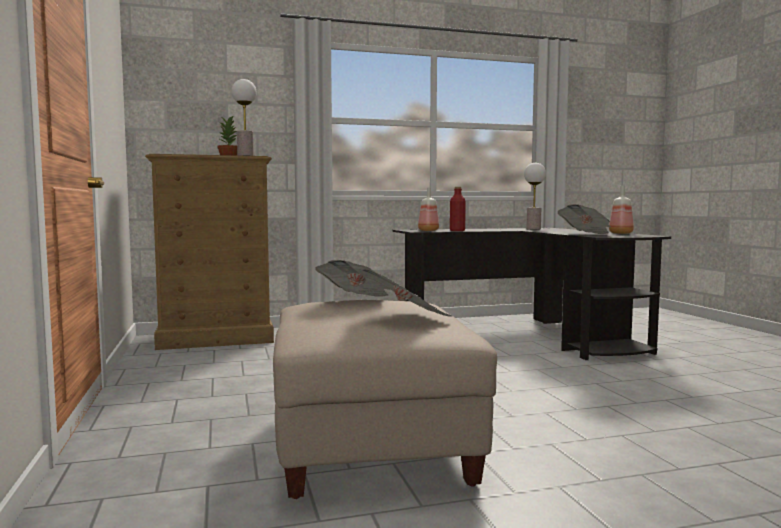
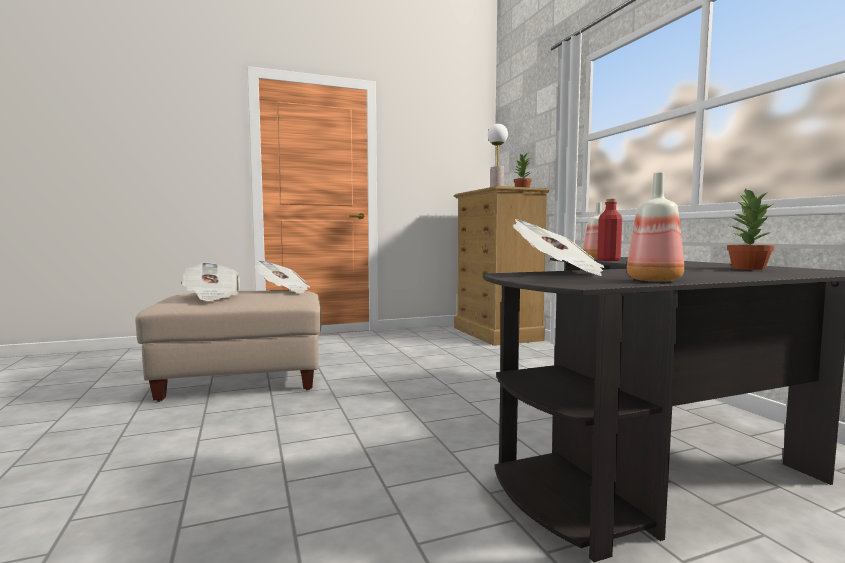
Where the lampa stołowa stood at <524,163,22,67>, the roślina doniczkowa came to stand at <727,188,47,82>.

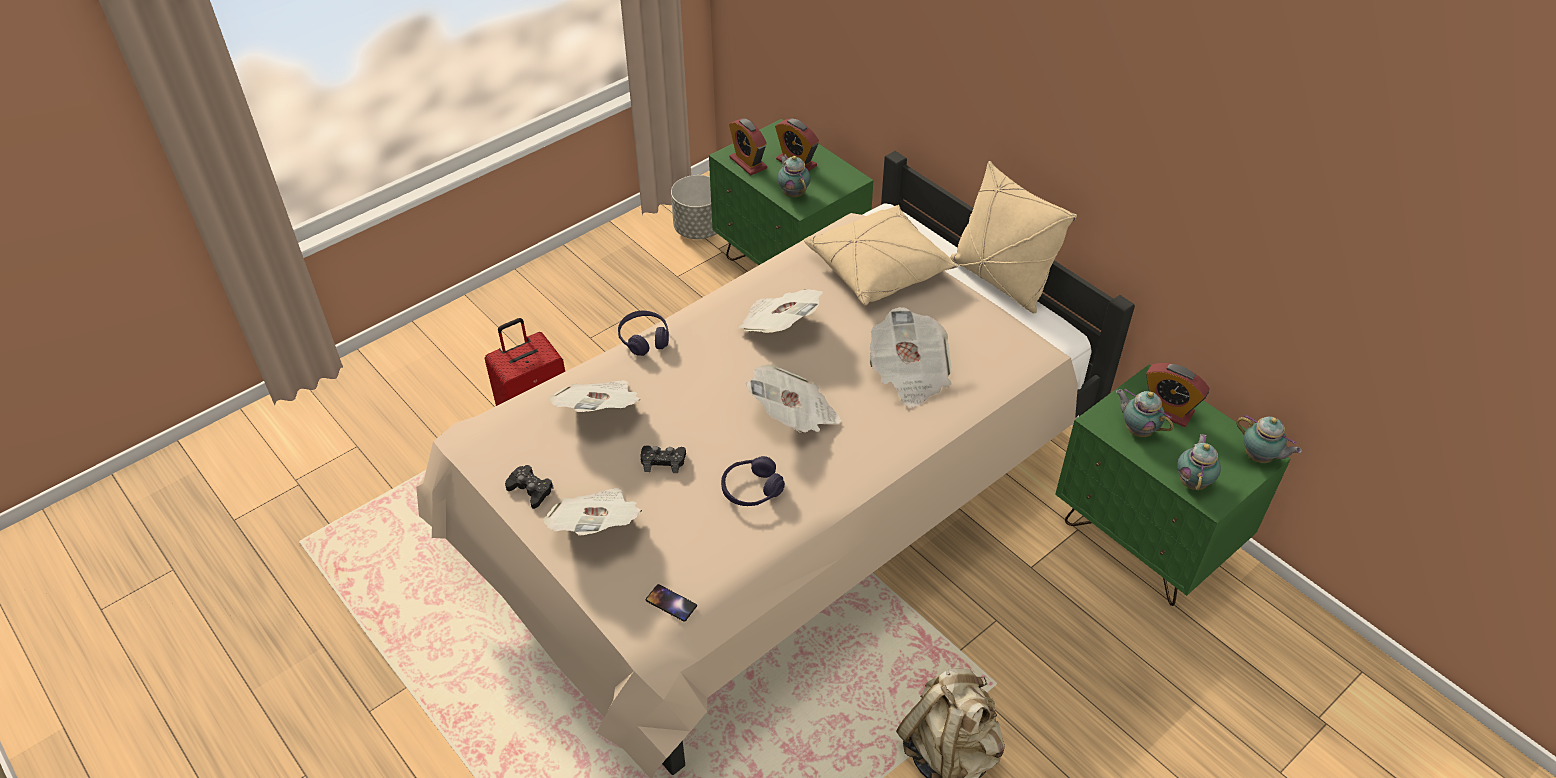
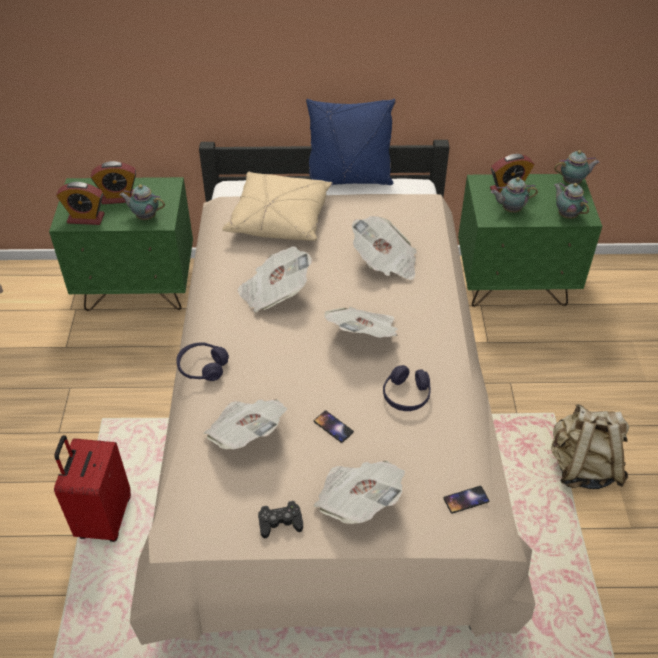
What was the poduszka/beżowy at <950,161,127,153> turned into the poduszka/niebieski at <306,99,89,86>.
The second view lost the donica/szary at <671,175,46,64>.
Where the pad do gier/czarny stood at <640,445,46,28>, the telefon came to stand at <314,411,40,32>.

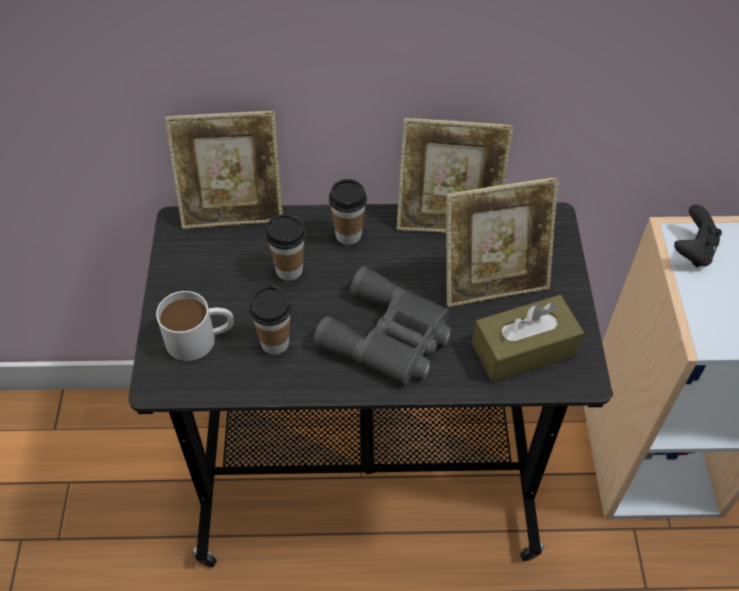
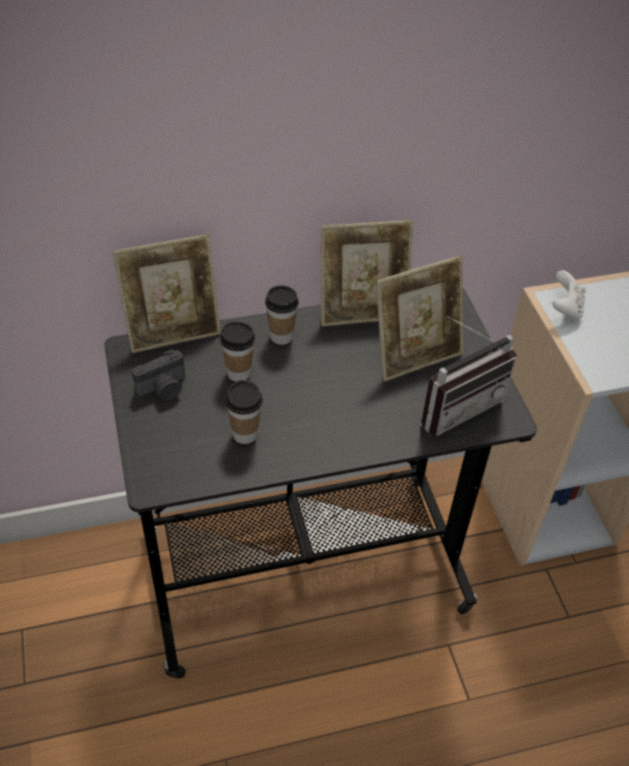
What was the pad do gier/czarny at <674,205,48,63> turned into the pad do gier/biały at <552,270,34,52>.
The second view lost the lornetka/szary at <313,267,140,117>.
The second view lost the kubek/biały at <156,291,78,70>.
Where the pudełko chusteczek/brązowy stood at <472,295,112,87>, the radio came to stand at <421,316,96,120>.
The second view gained the aparat fotograficzny at <132,349,53,52>.

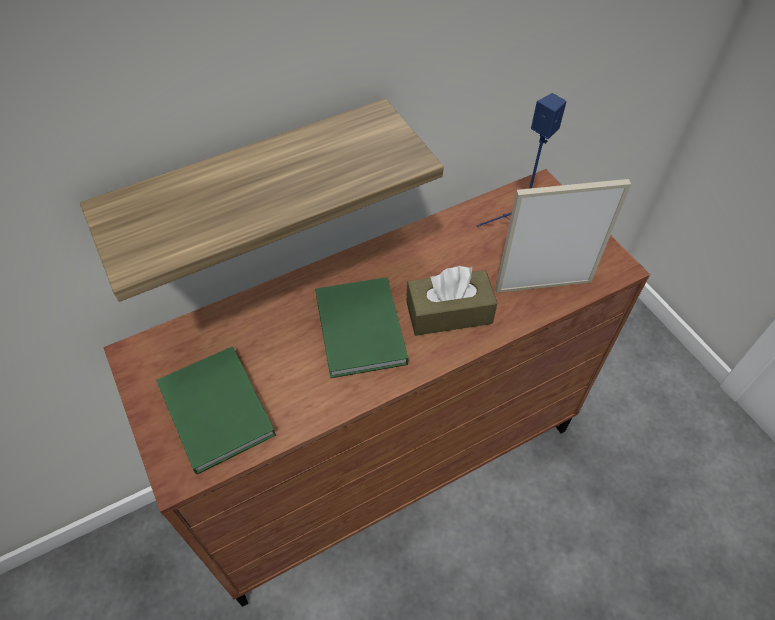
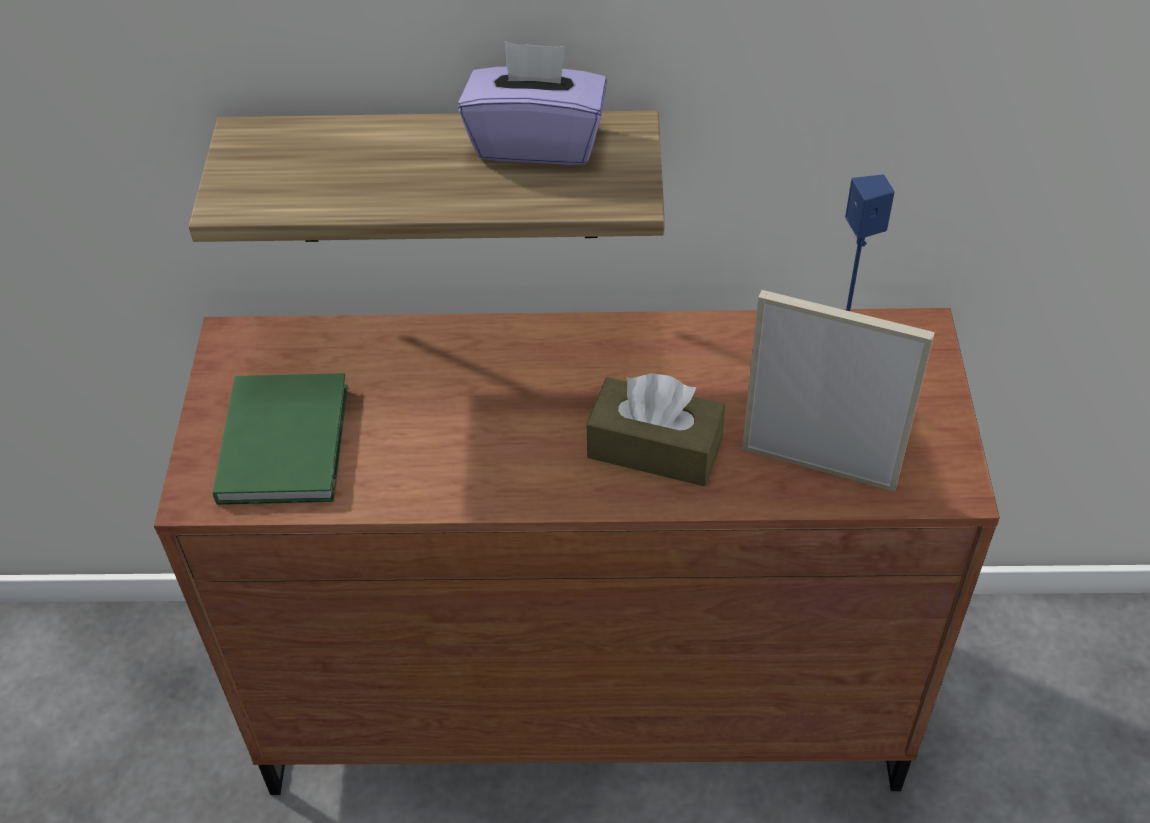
The second view lost the książka/zielony at <315,277,93,101>.
The second view gained the pudełko chusteczek/fioletowy at <458,41,149,124>.

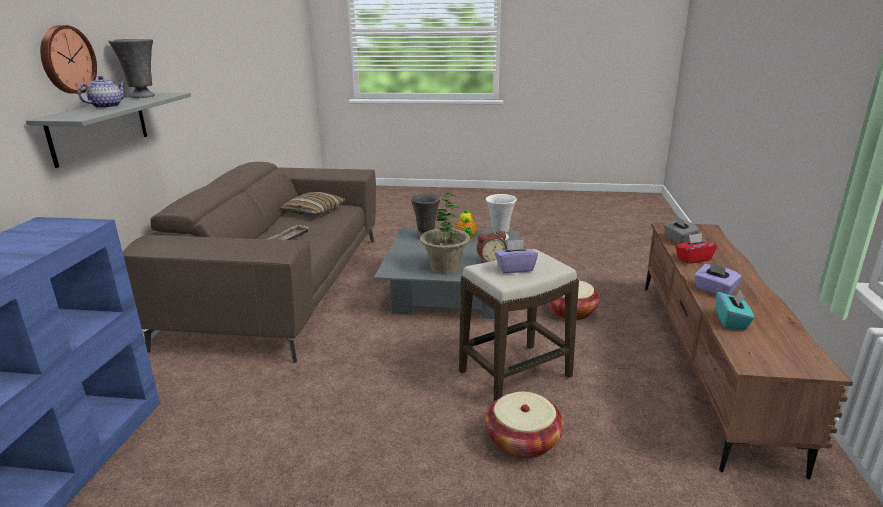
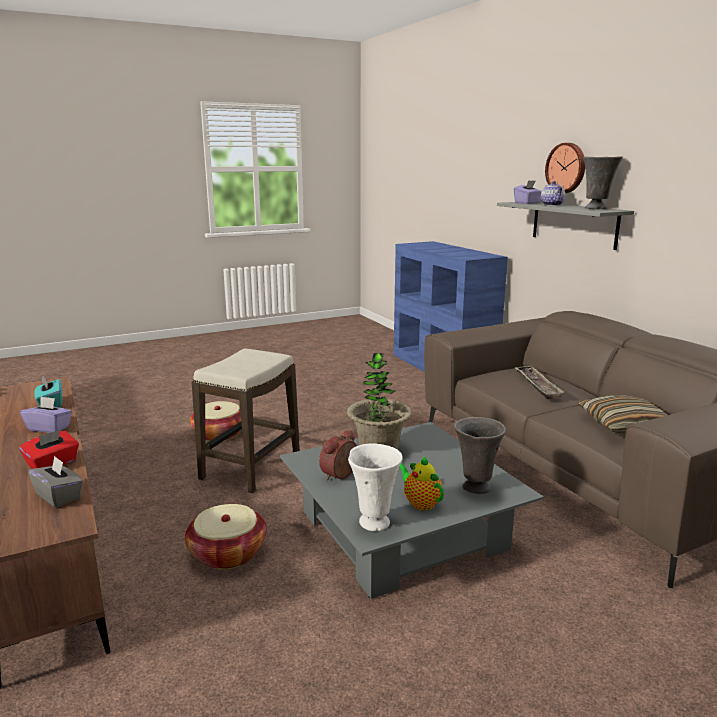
The pudełko chusteczek/fioletowy ended up elsewhere, having gone from <495,239,43,35> to <514,180,28,24>.

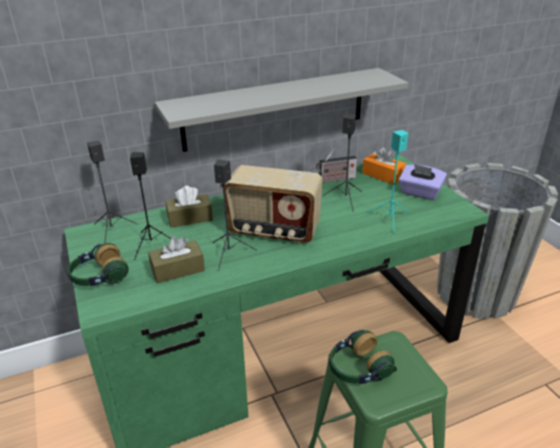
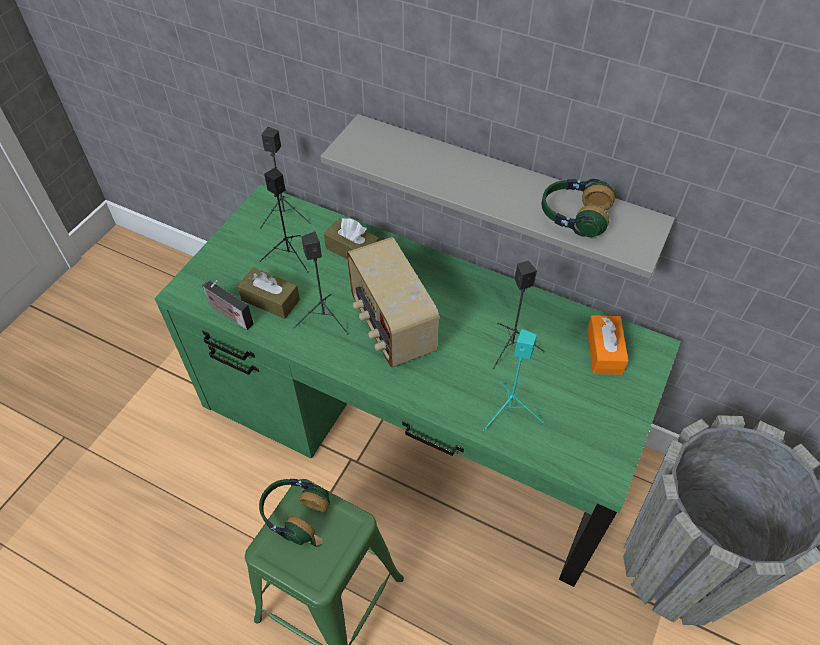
The radio ended up elsewhere, having gone from <316,149,41,34> to <202,280,52,50>.
The second view lost the pudełko chusteczek/fioletowy at <399,164,48,36>.
The słuchawki ended up elsewhere, having gone from <67,243,61,43> to <542,179,73,58>.

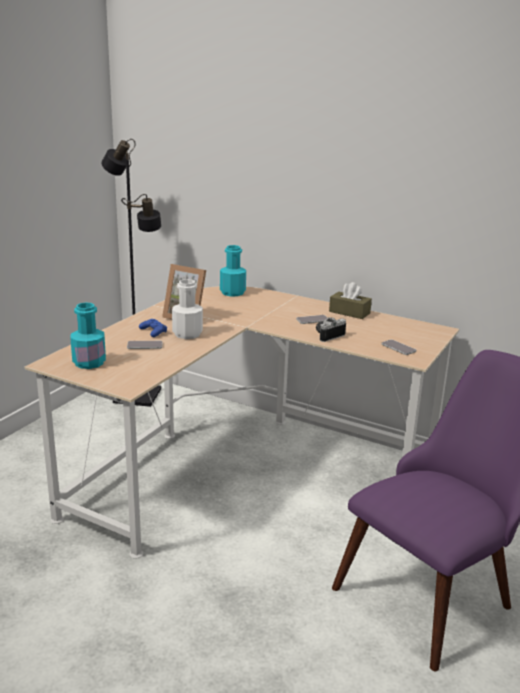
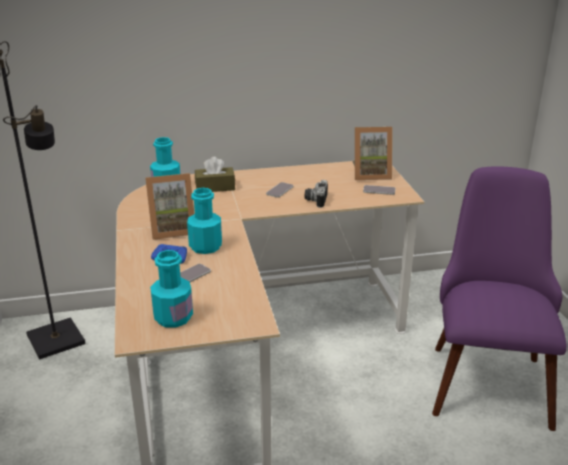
What was the butelka/biały at <172,279,31,60> turned into the butelka/turkusowy at <187,188,35,66>.
The pudełko chusteczek/brązowy ended up elsewhere, having gone from <329,282,43,37> to <195,157,40,35>.
The second view gained the ramka na zdjęcie at <352,127,41,53>.

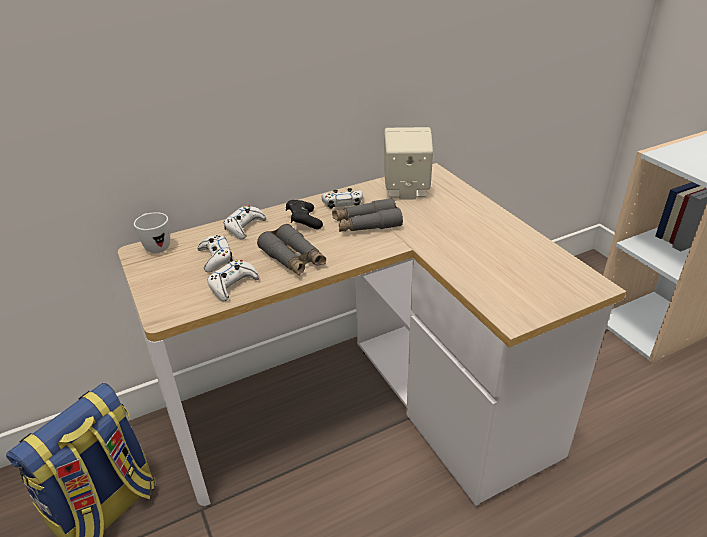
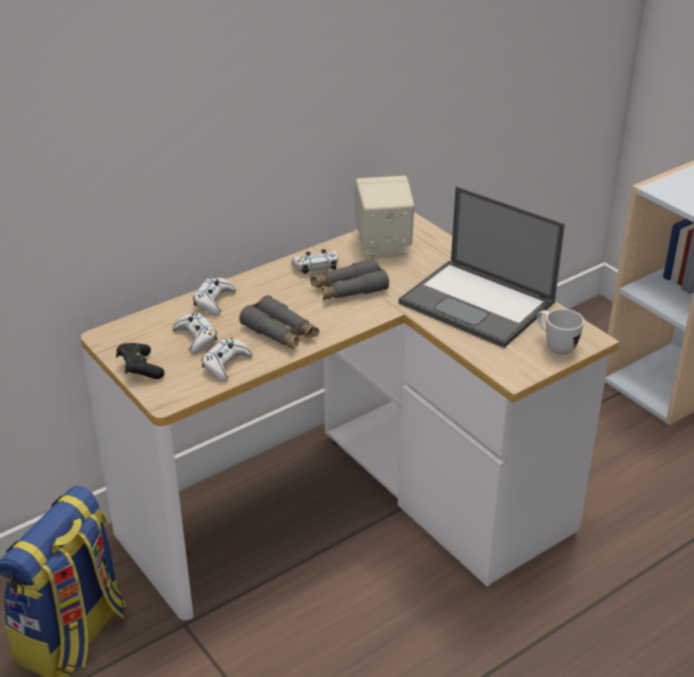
The pad do gier/czarny ended up elsewhere, having gone from <286,200,37,29> to <116,343,49,36>.
The kubek/biały ended up elsewhere, having gone from <134,212,36,41> to <537,309,47,46>.
The second view gained the laptop at <399,186,166,162>.

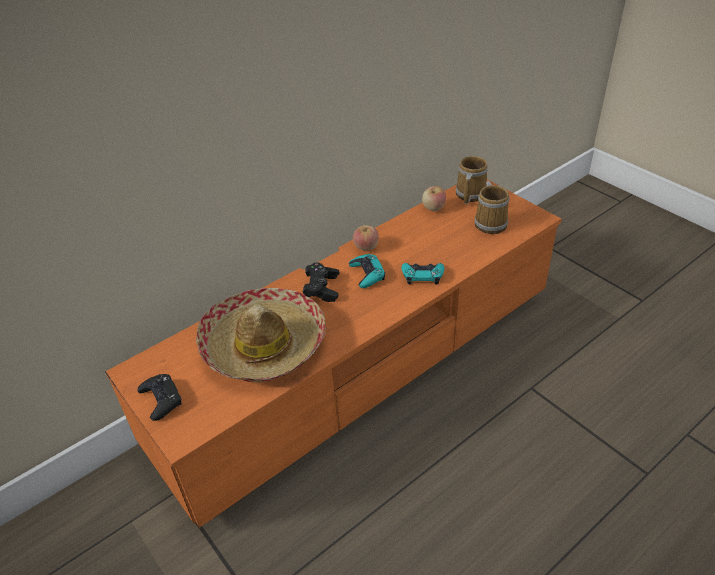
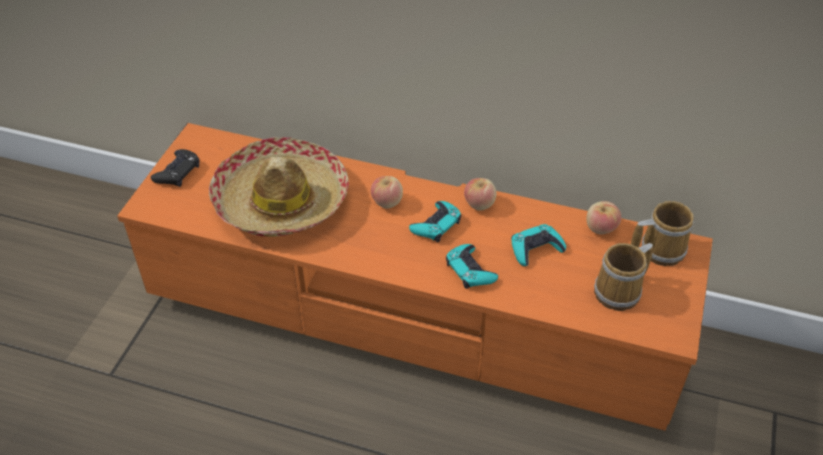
Where the pad do gier/czarny stood at <303,263,36,39>, the jabłko came to stand at <371,176,32,33>.
The second view gained the pad do gier/turkusowy at <511,224,55,42>.

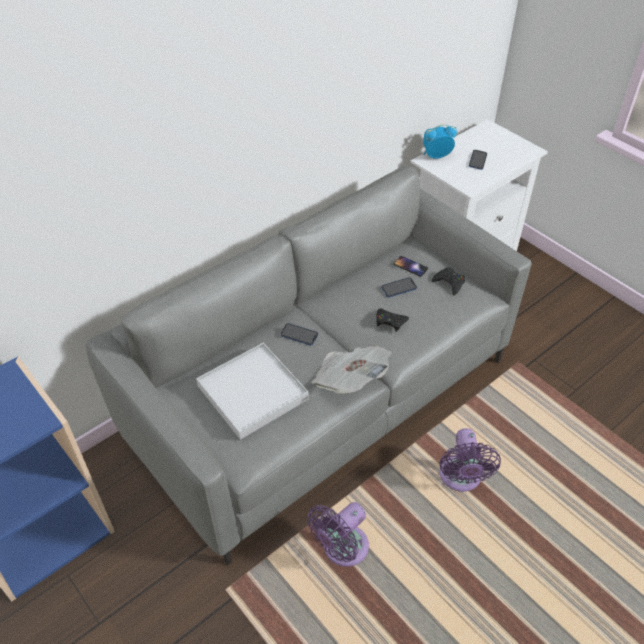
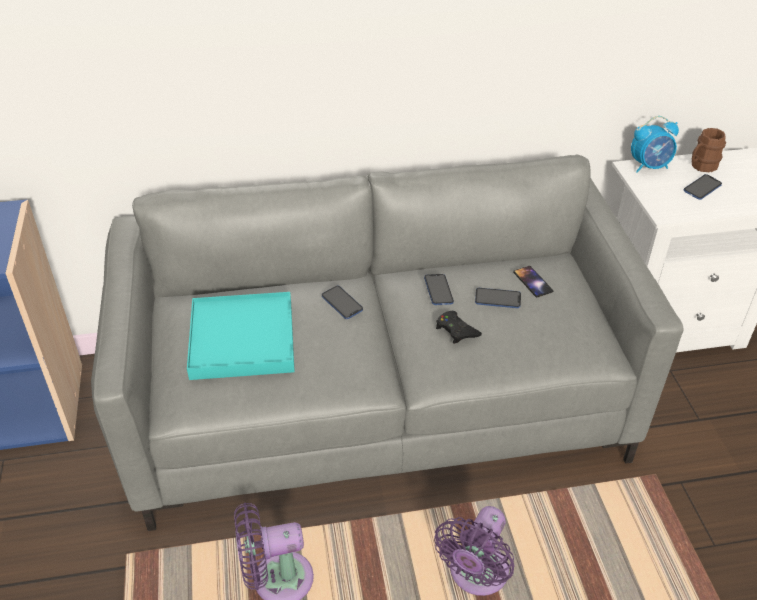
The budzik at <423,124,34,35> ended up facing another way, 150 degrees clockwise from before.
The second view lost the pad do gier/czarny at <432,267,33,28>.
What was the taca/biały at <196,343,113,97> turned into the taca/turkusowy at <187,292,108,88>.
The second view lost the gazeta at <311,346,80,48>.
The second view gained the kubek/brązowy at <692,128,34,44>.
The second view gained the telefon at <424,274,30,31>.

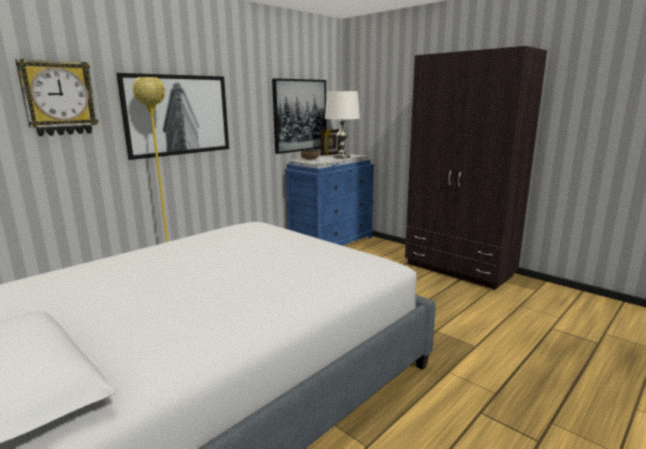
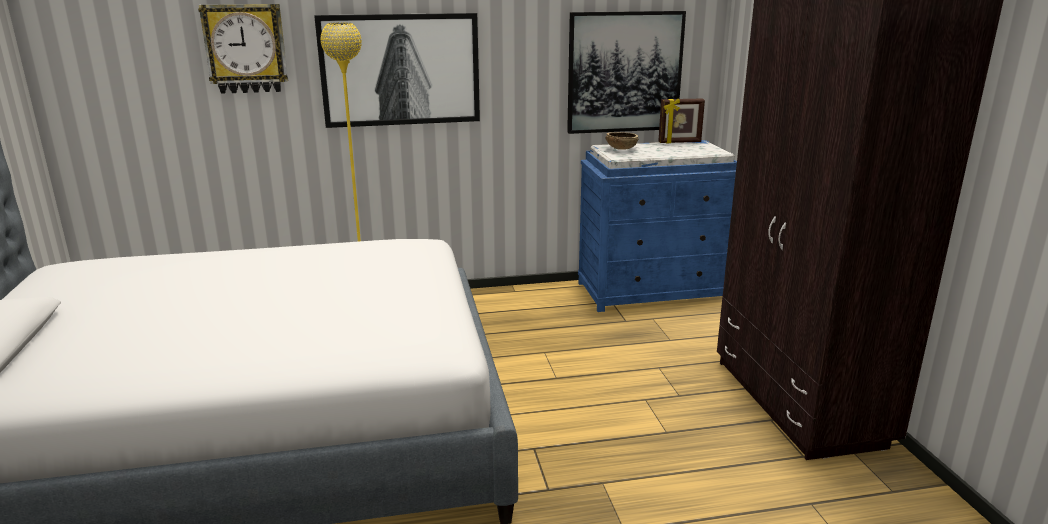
The second view lost the lampa stołowa/biały at <325,89,35,70>.

